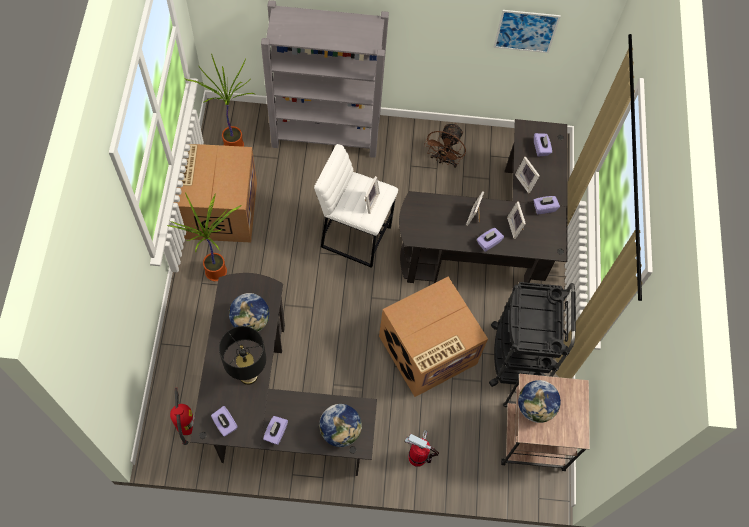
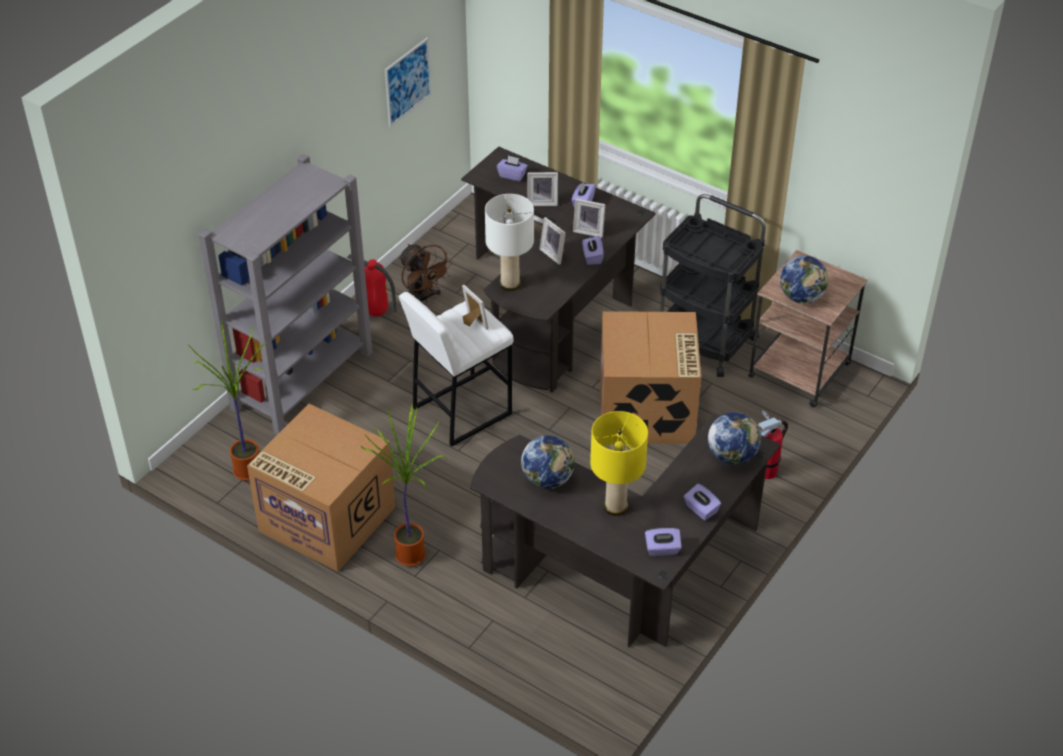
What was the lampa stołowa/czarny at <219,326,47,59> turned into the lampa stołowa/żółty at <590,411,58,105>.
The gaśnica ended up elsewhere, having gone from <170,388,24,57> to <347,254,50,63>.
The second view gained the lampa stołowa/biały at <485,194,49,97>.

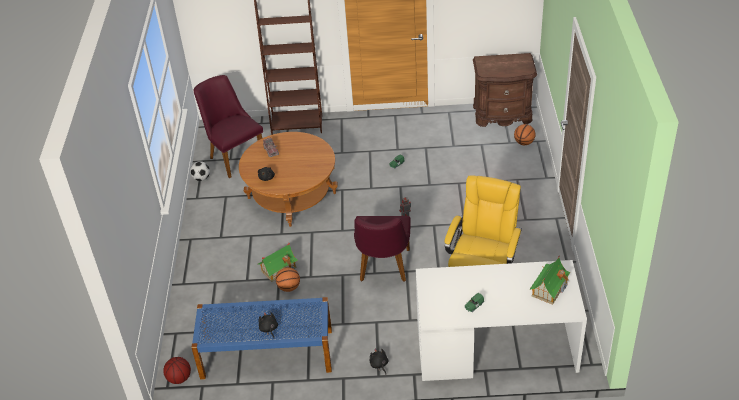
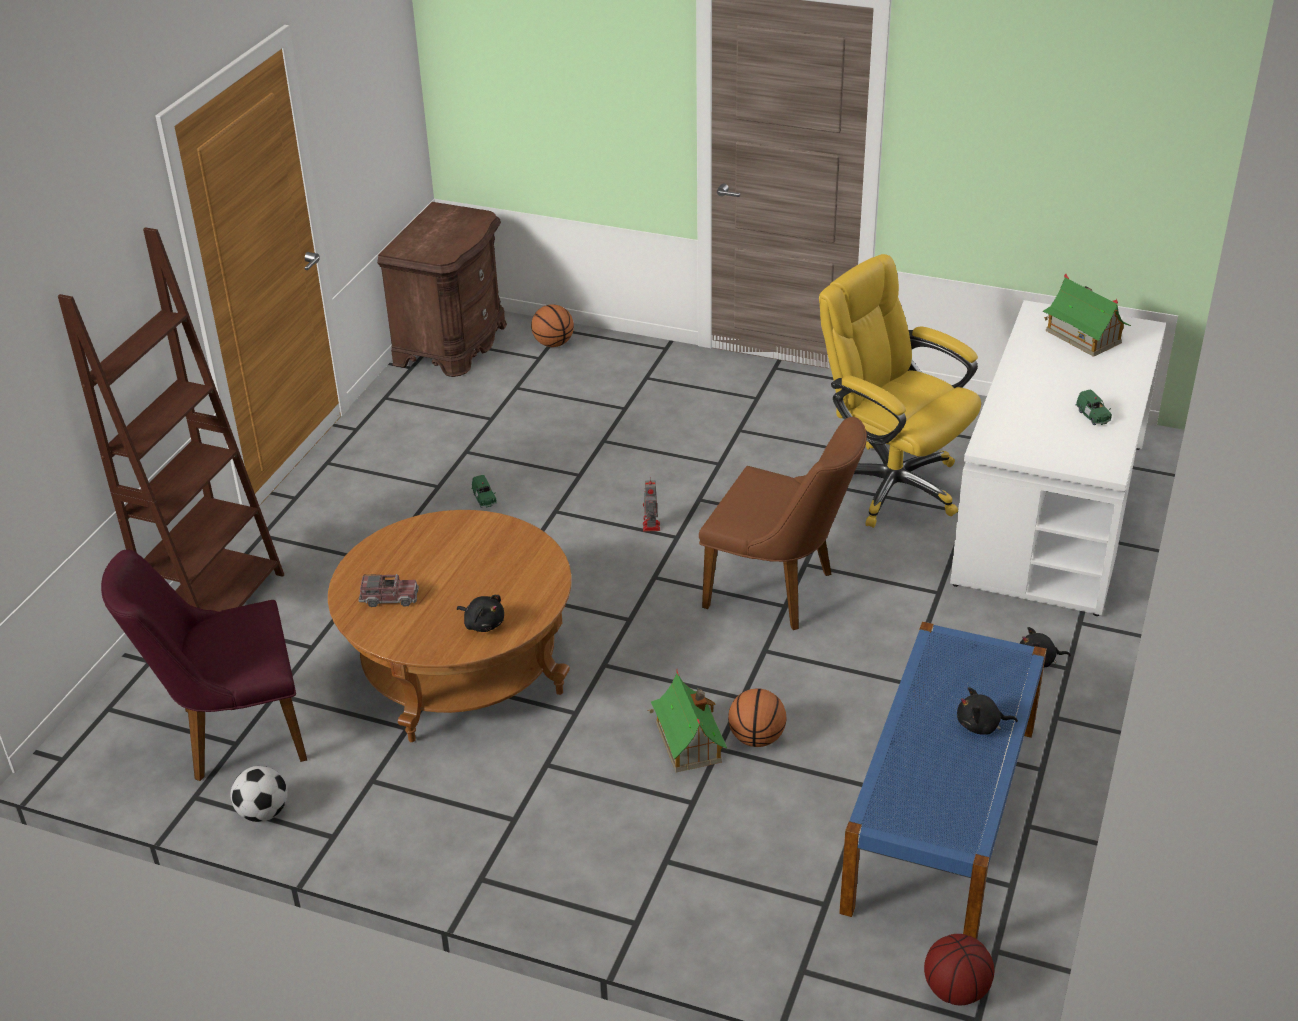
What was the krzesło/fioletowy at <354,216,57,66> turned into the krzesło/brązowy at <699,417,168,213>.

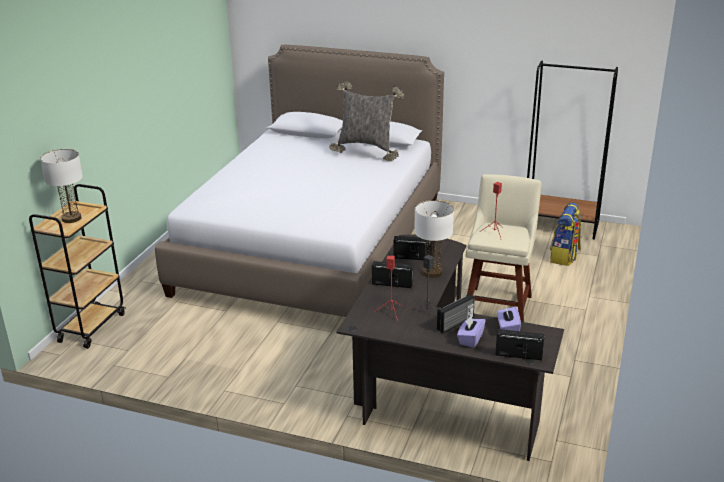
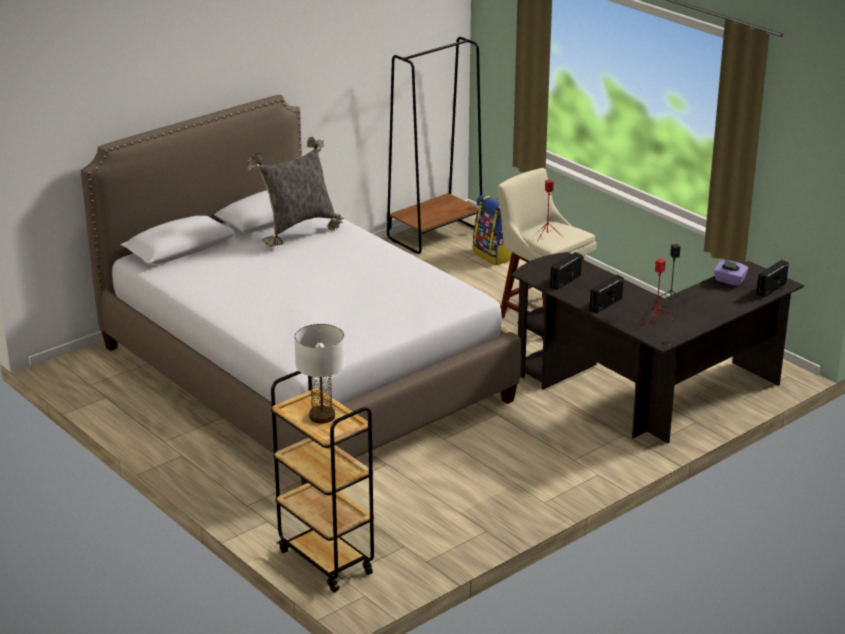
The second view lost the lampa stołowa at <414,200,40,78>.
The second view lost the radio at <437,294,38,39>.
The second view lost the pudełko chusteczek/fioletowy at <457,315,28,33>.

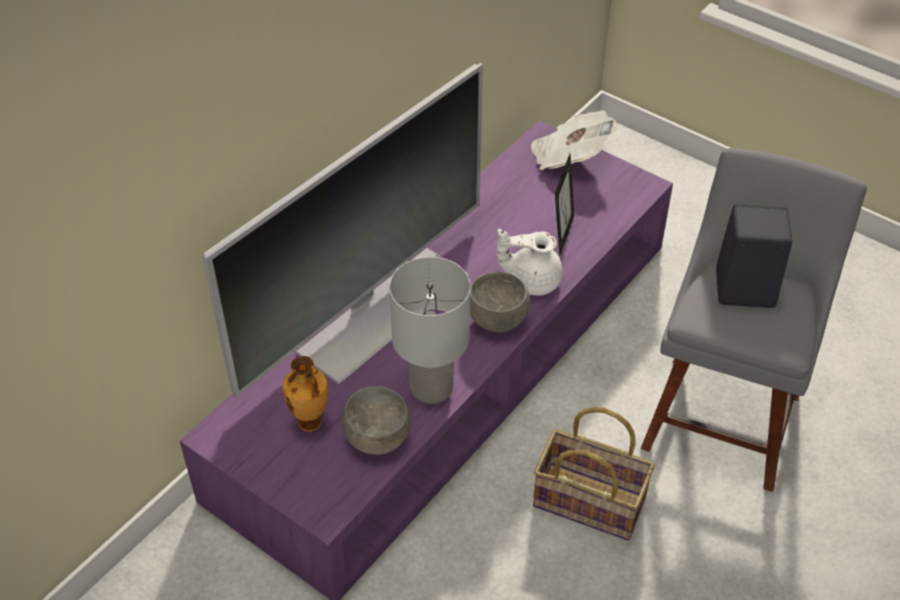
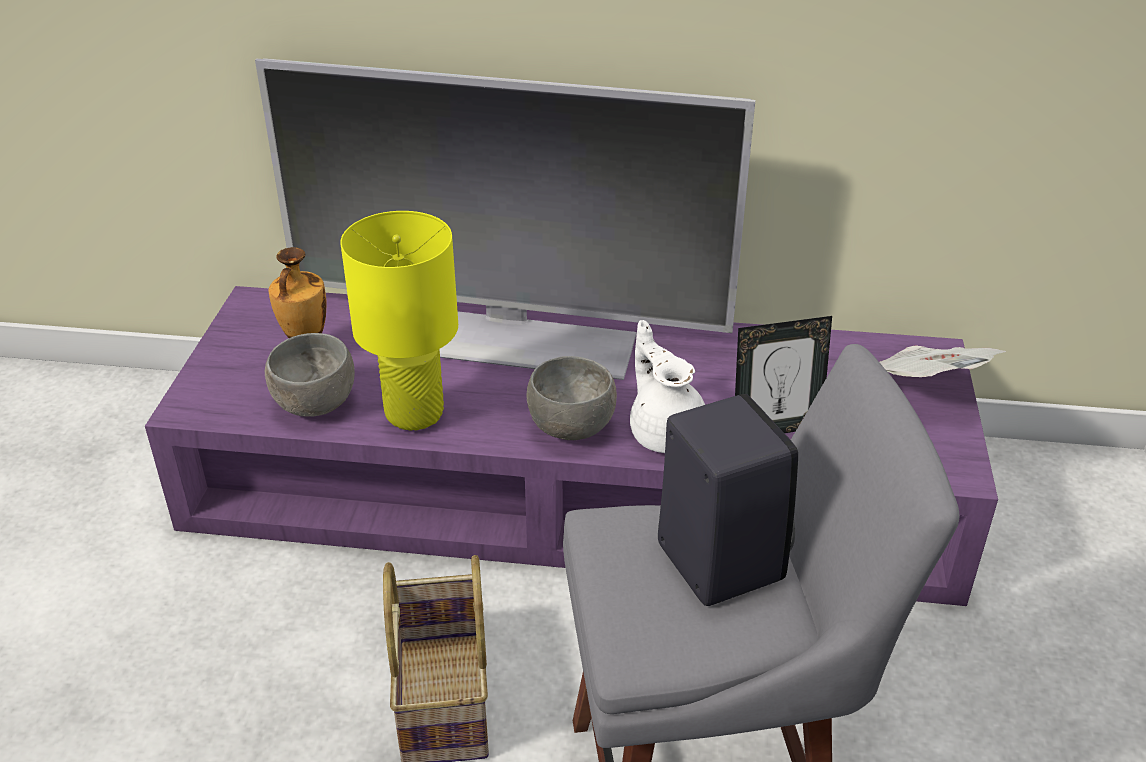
What was the lampa stołowa/szary at <389,257,82,147> turned into the lampa stołowa/żółty at <340,211,118,220>.

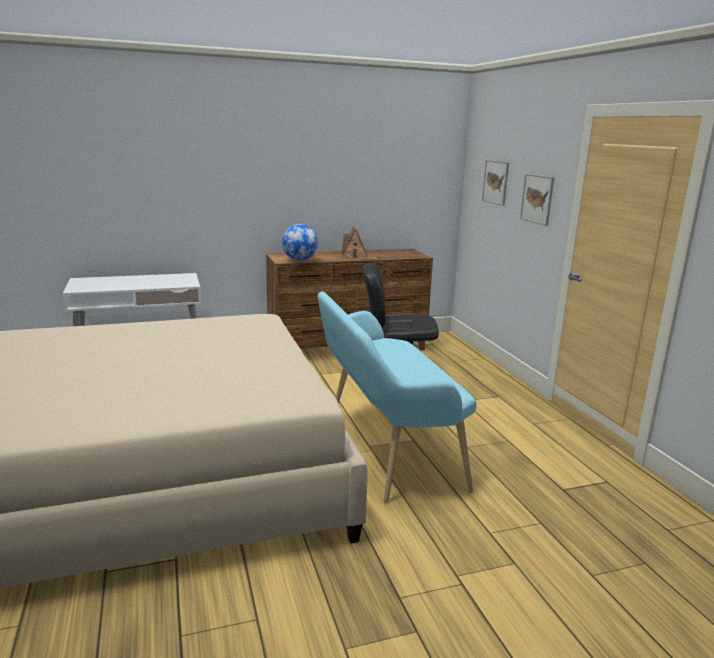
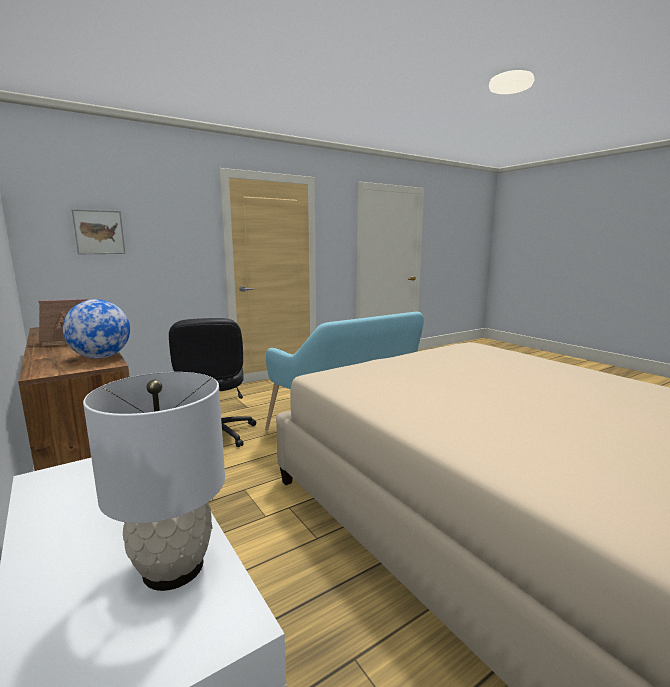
The second view lost the obraz at <520,174,34,52>.
The second view gained the lampa stołowa/biały at <83,372,142,219>.

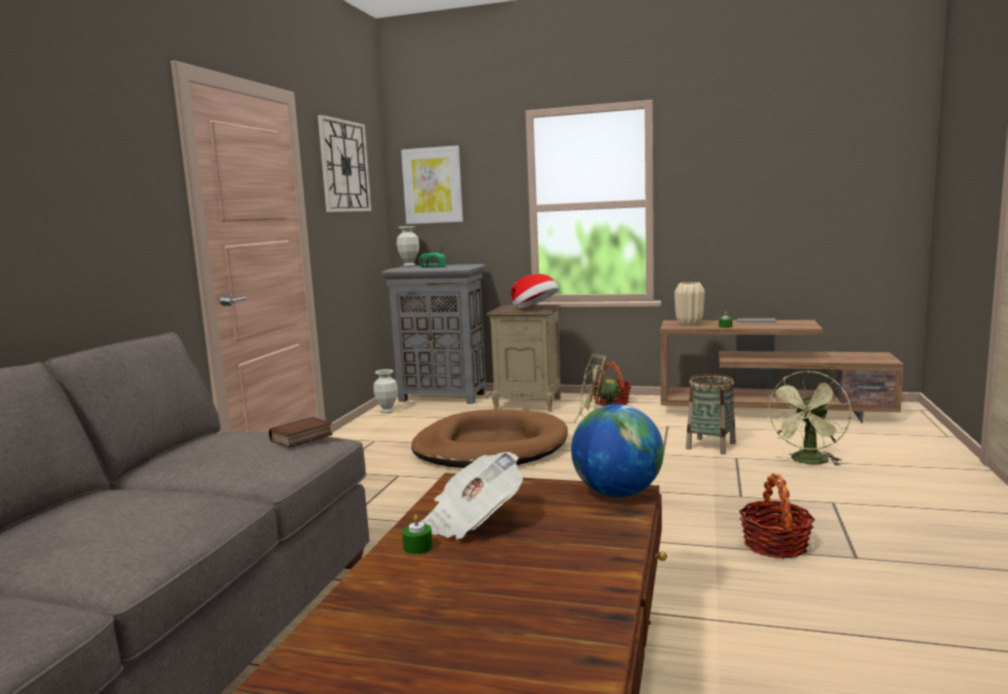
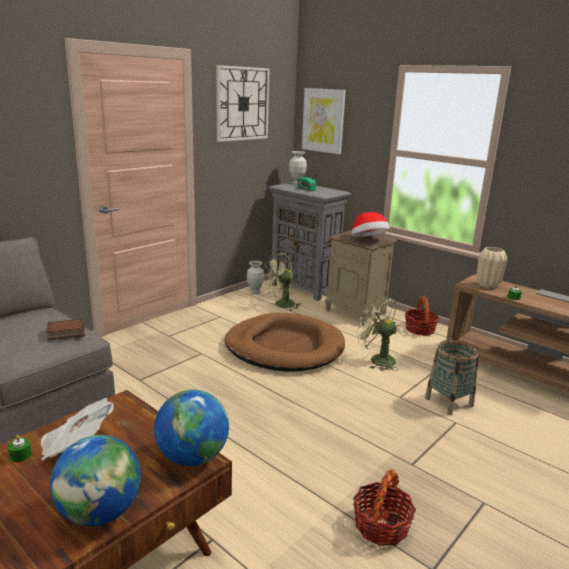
The wentylator/zielony ended up elsewhere, having gone from <766,371,85,95> to <263,253,39,58>.
The second view gained the globus at <50,435,91,91>.

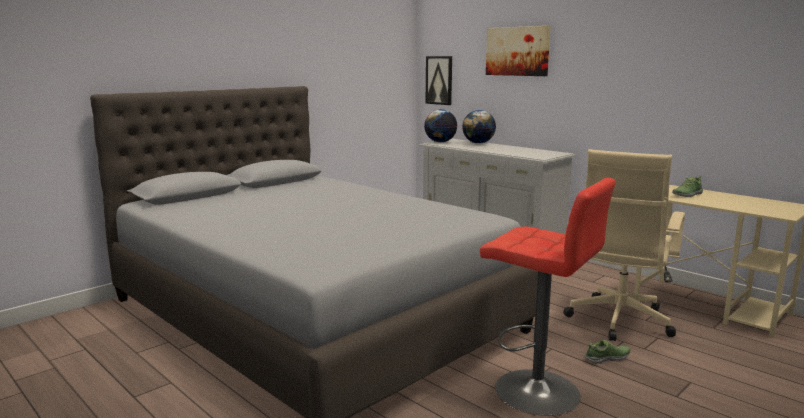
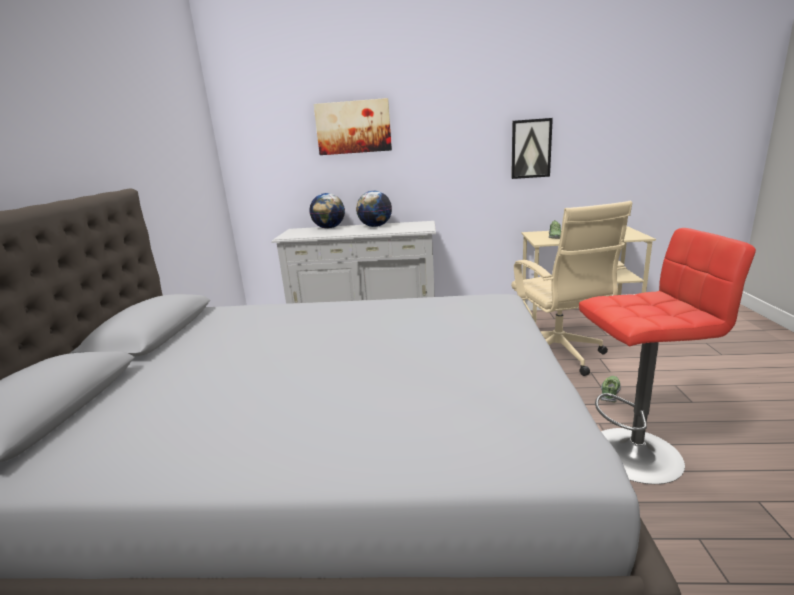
The obraz ended up elsewhere, having gone from <426,56,26,49> to <511,118,42,61>.
The globus ended up elsewhere, having gone from <424,109,33,33> to <356,191,36,36>.

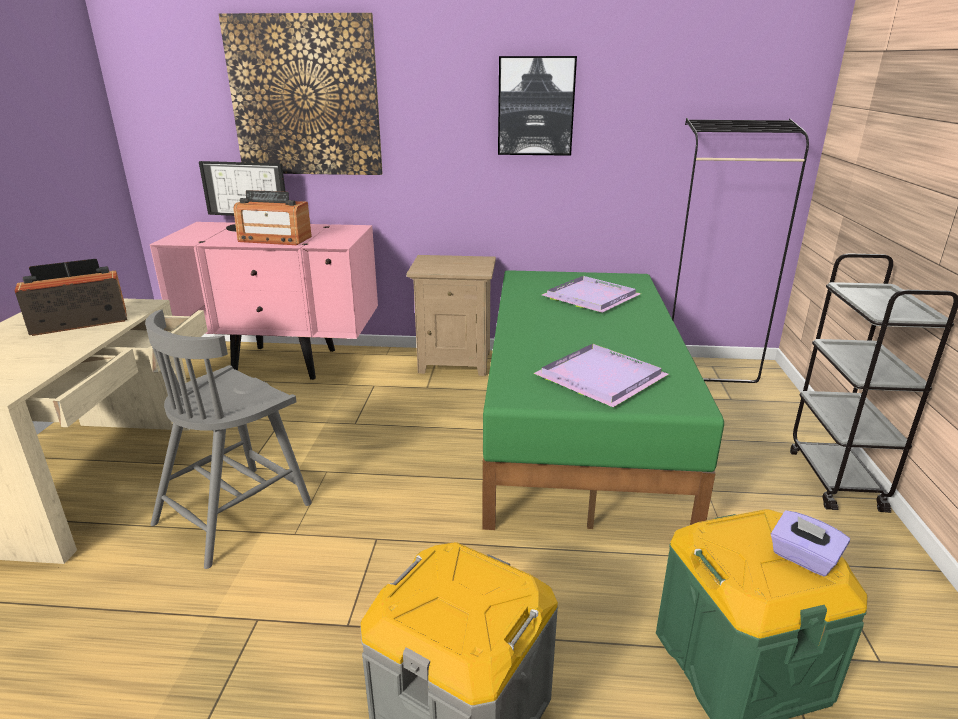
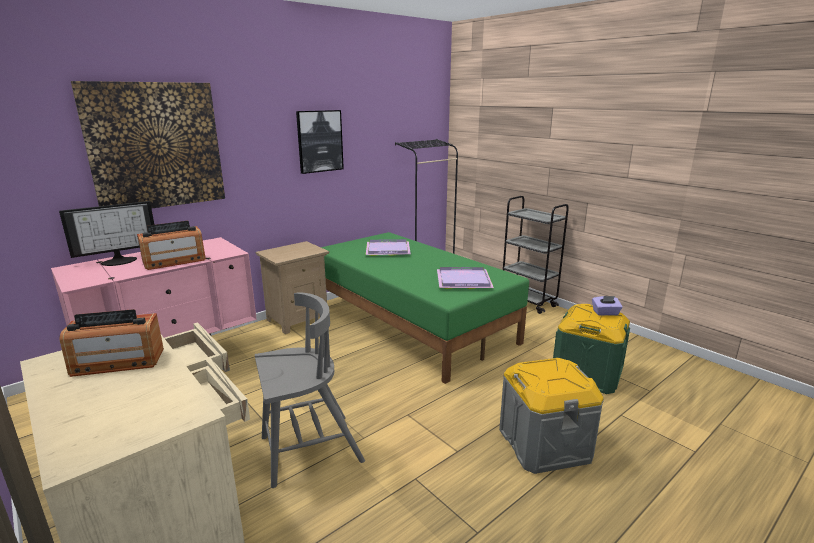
The radio at <15,259,112,77> ended up facing another way, 120 degrees counterclockwise from before.
The krzesło/szary at <145,309,167,260> ended up facing another way, 105 degrees counterclockwise from before.

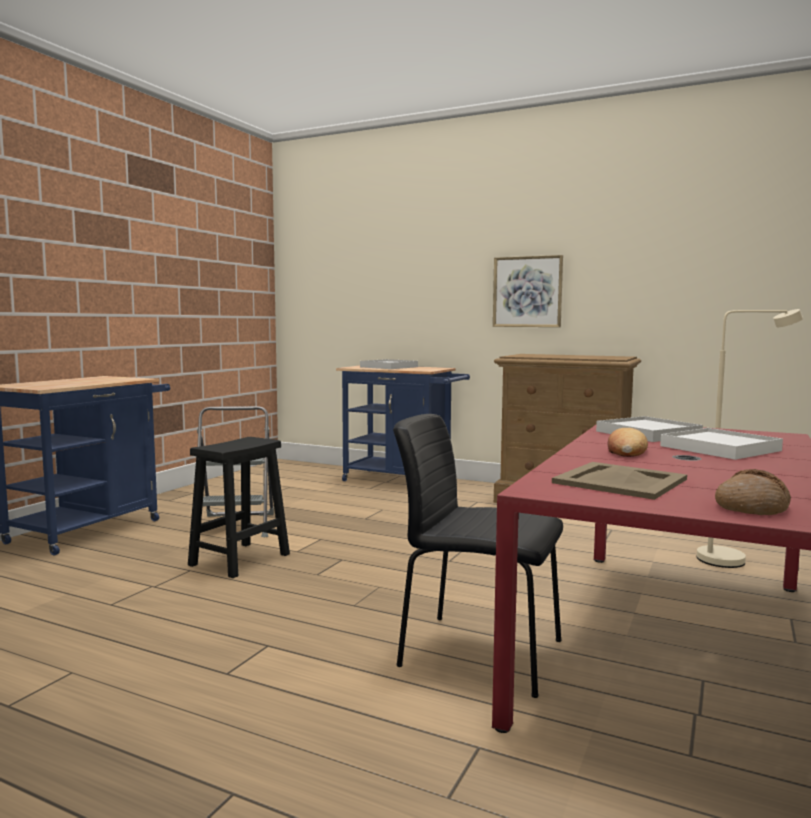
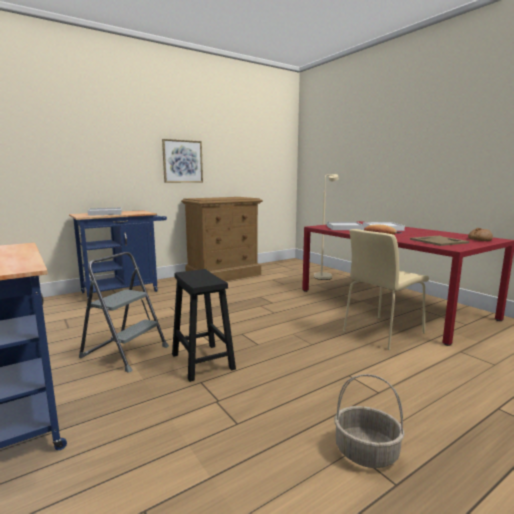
What was the krzesło/czarny at <393,414,170,284> turned into the krzesło/beżowy at <343,229,86,121>.
The second view gained the koszyk at <334,374,71,94>.

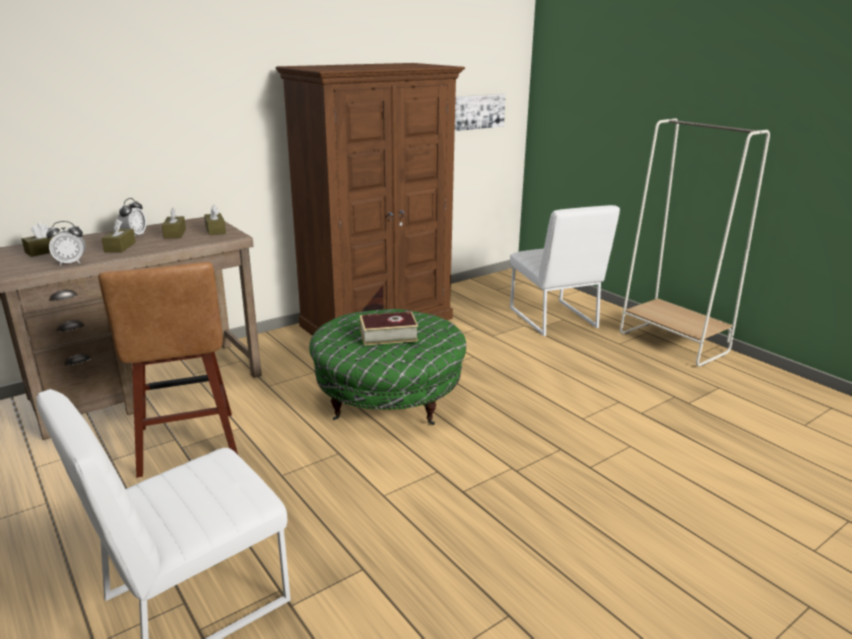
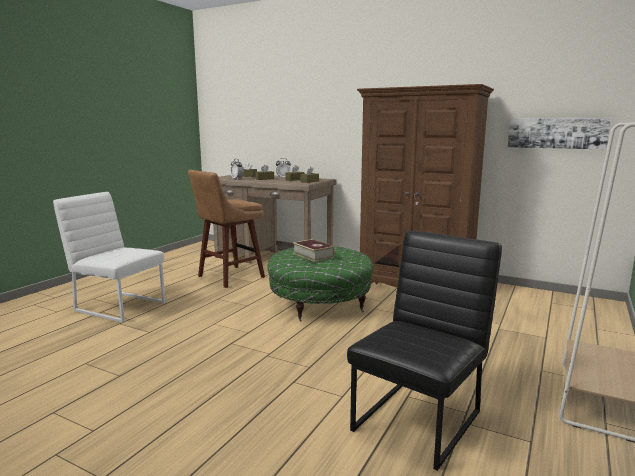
The second view lost the krzesło/biały at <510,205,110,131>.
The second view gained the krzesło/czarny at <347,230,155,241>.

